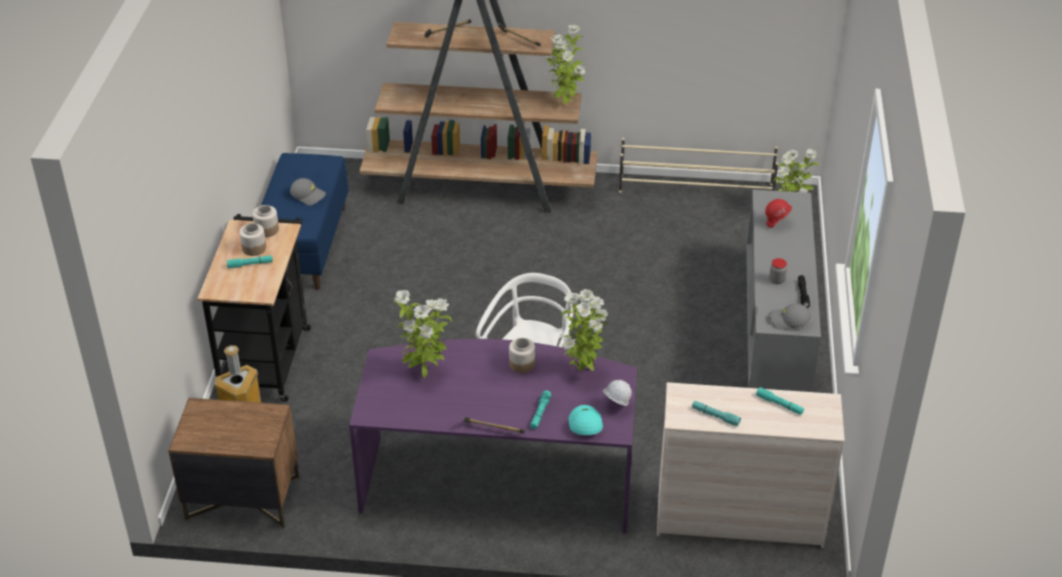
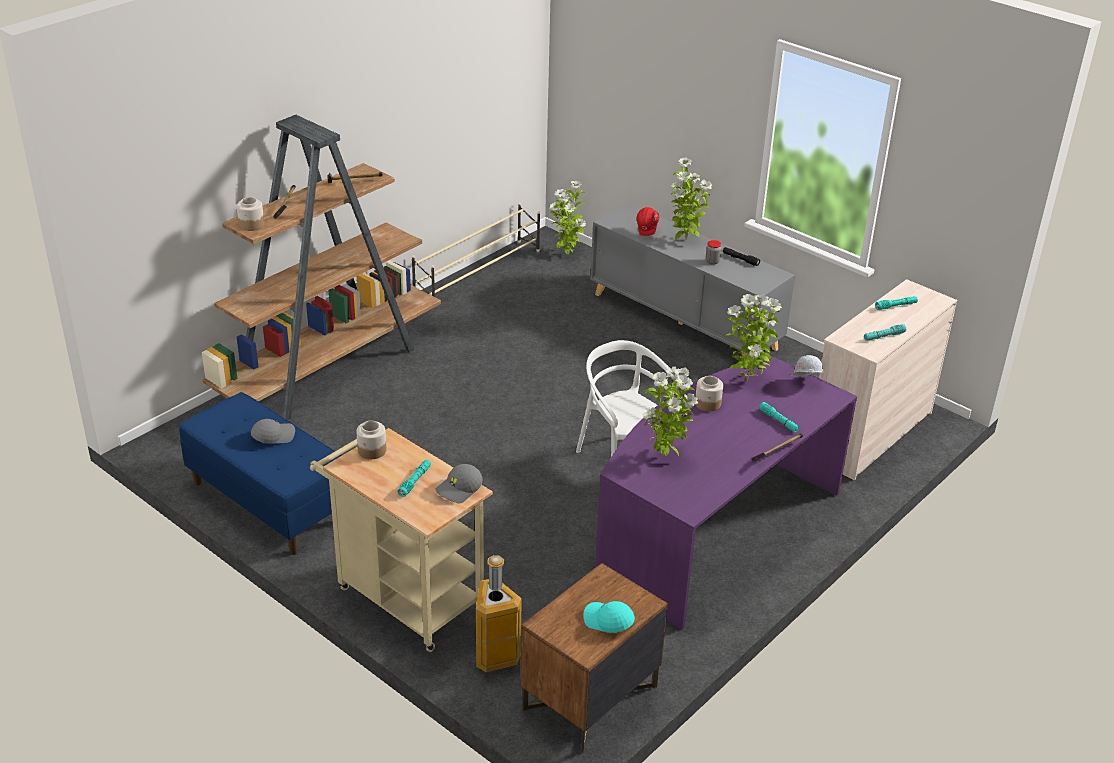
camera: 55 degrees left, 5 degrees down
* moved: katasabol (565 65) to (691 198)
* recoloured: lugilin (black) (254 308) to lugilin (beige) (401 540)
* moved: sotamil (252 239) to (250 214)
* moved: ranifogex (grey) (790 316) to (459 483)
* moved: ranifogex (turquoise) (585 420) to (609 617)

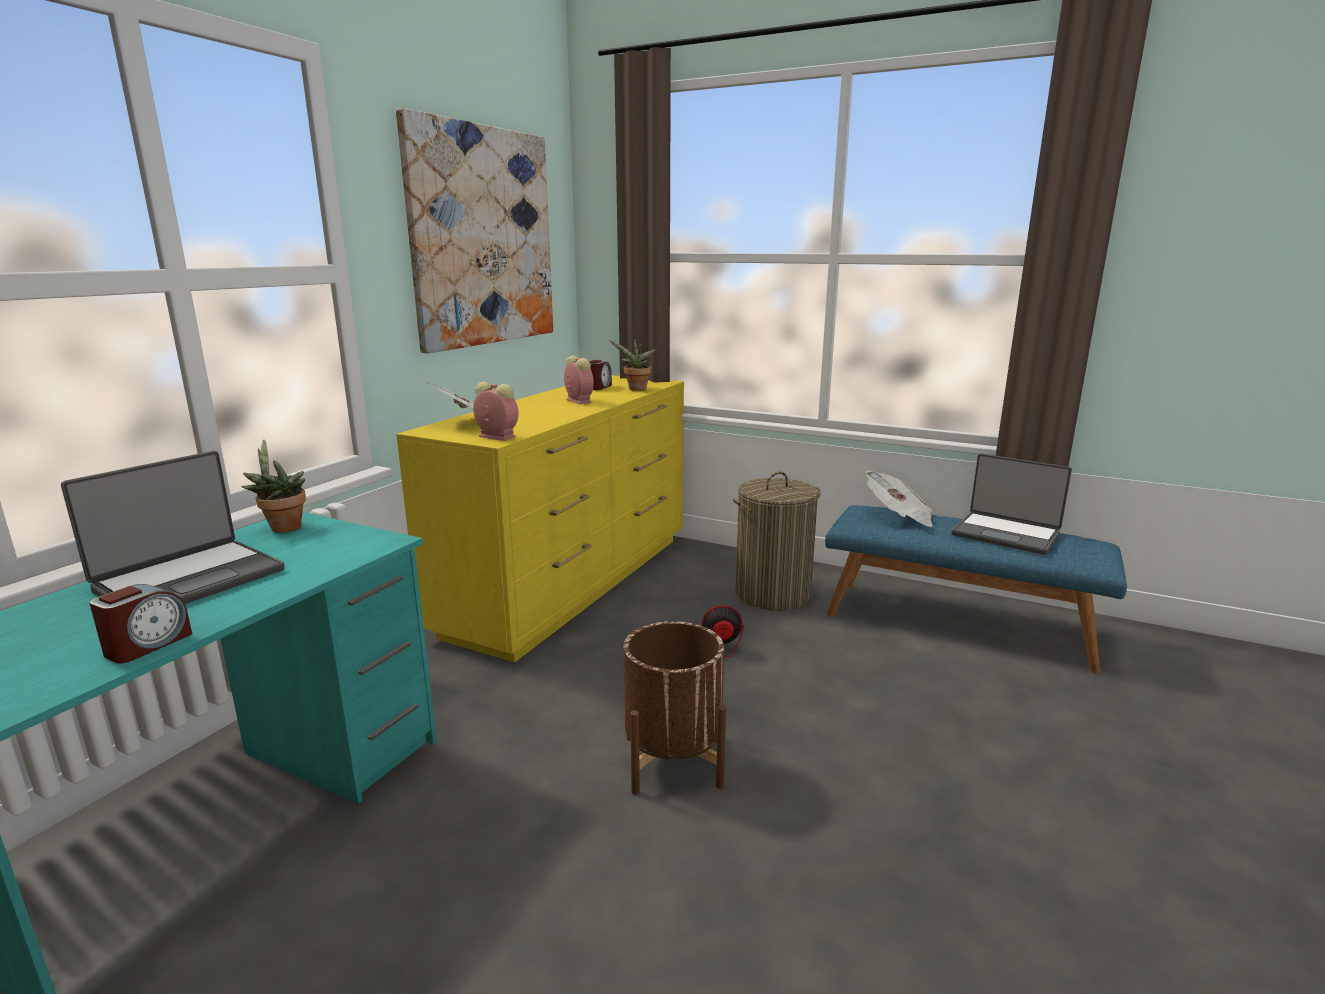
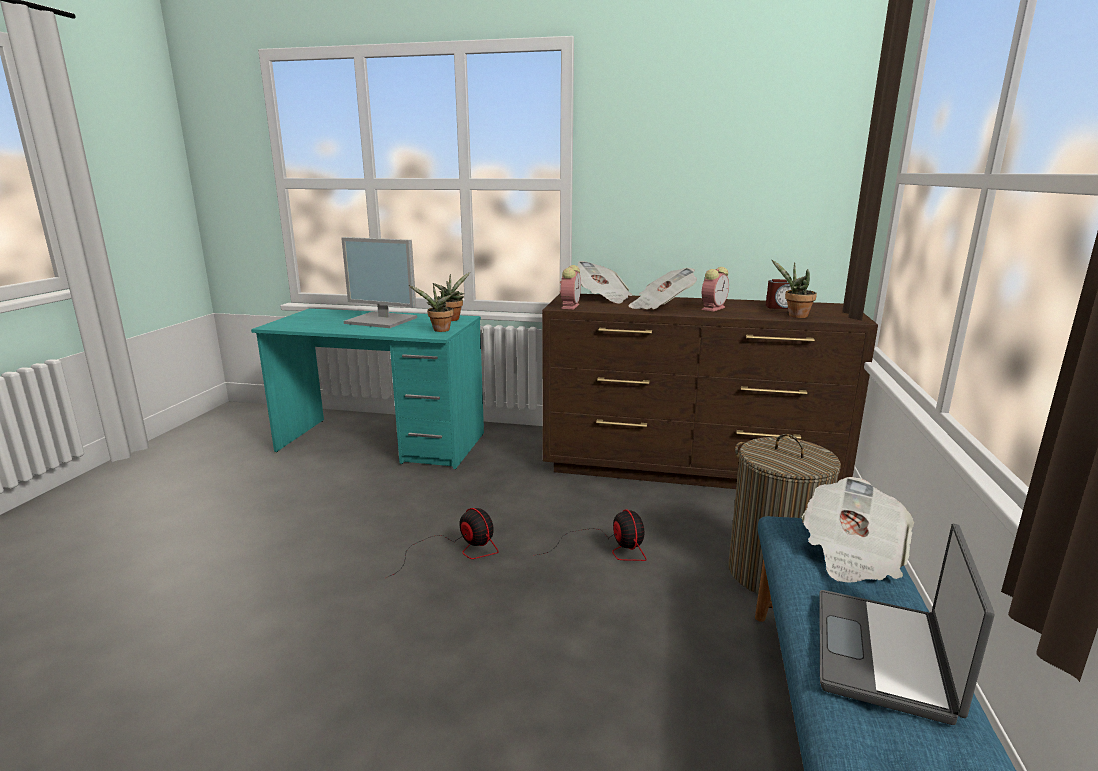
camera: 75 degrees right, 0 degrees up
* removed: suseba (474 230)
* recoloured: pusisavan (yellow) (540 518) to pusisavan (brown) (710 391)
* replaced: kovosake (172 527) to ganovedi (379 282)
* removed: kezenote (140 623)
* replaced: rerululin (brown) (674 708) to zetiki (442 543)
* added: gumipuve (663 288)
* added: katasabol (431 308)

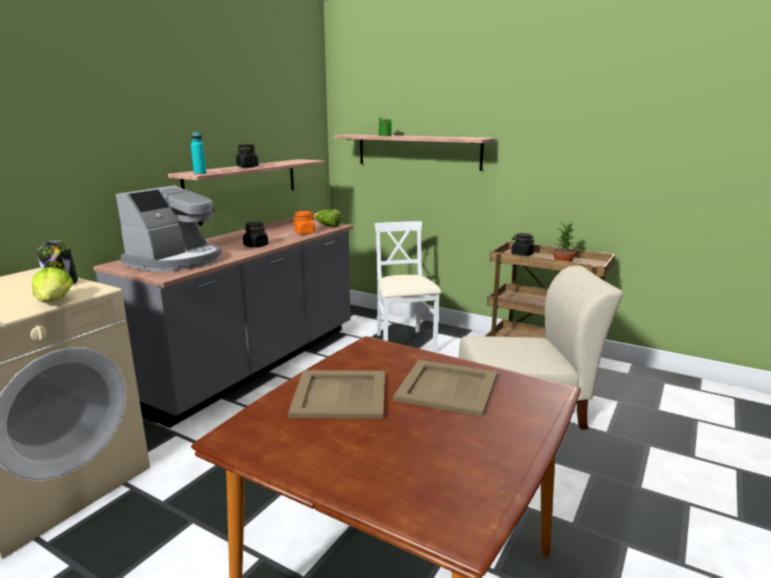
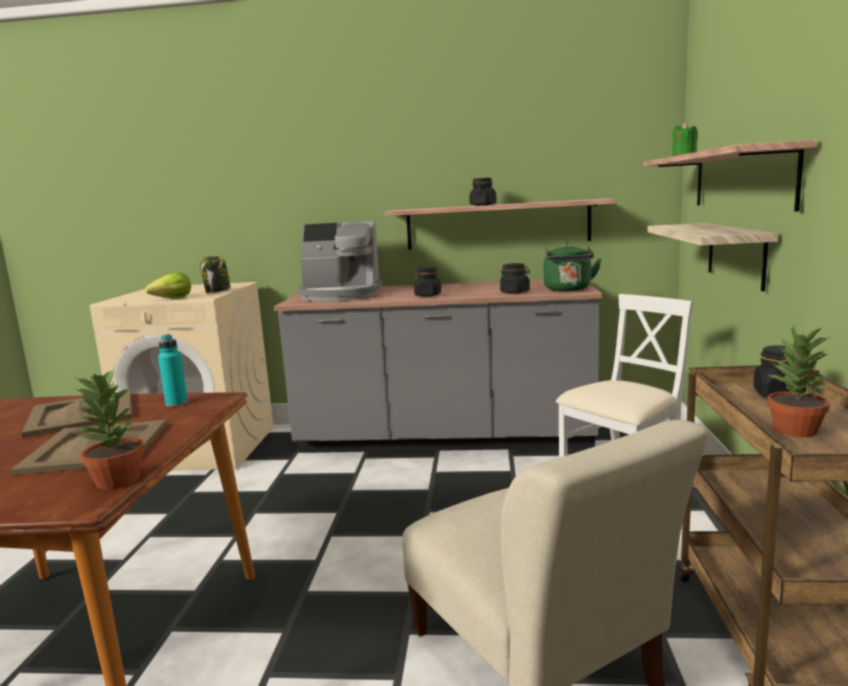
camera: 65 degrees right, 5 degrees down
* moved: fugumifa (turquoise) (198 153) to (173 370)
* replaced: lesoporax (327 218) to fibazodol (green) (572 267)
* recoloured: sotamil (orange) (304 222) to sotamil (black) (515 278)
* added: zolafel (713 257)
* added: katasabol (109 428)

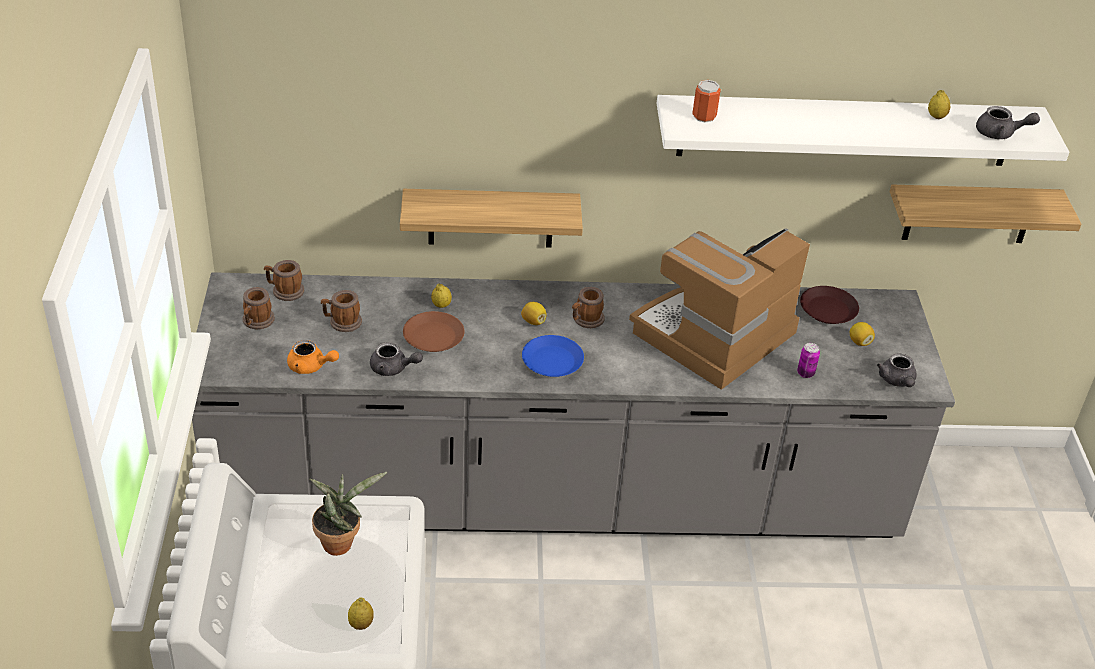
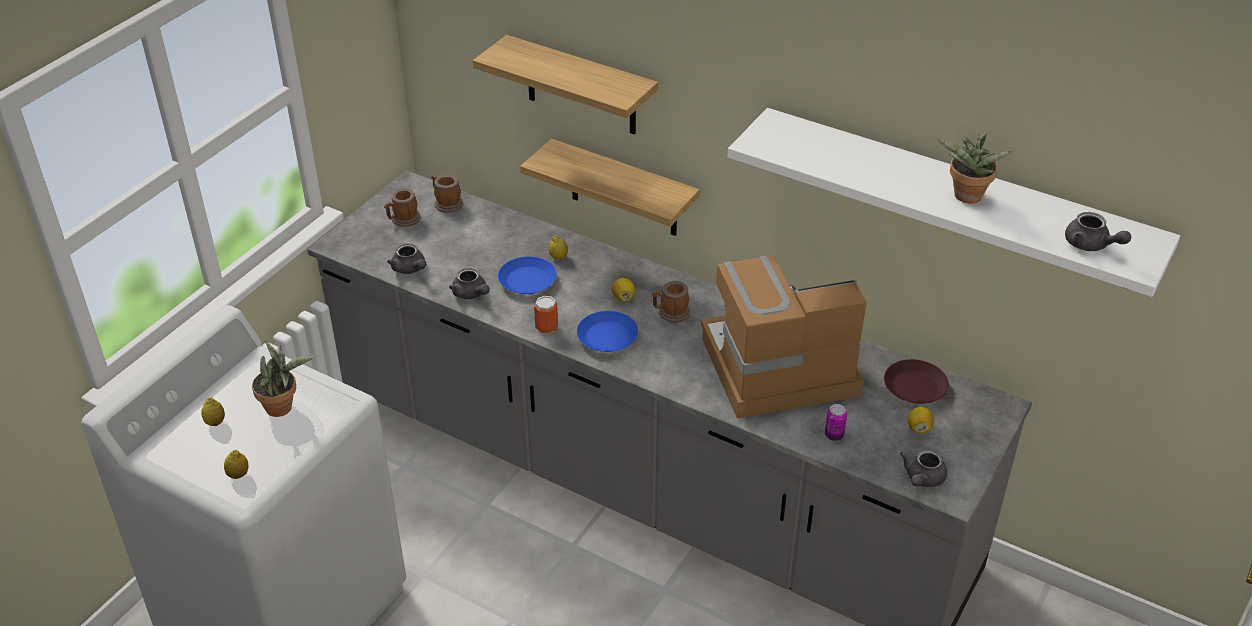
camera: 35 degrees right, 0 degrees up
* moved: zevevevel (706 101) to (546 315)
* moved: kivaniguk (939 104) to (213 411)
* moved: zolafel (985 214) to (565 85)
* removed: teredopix (341 311)
* recoloured: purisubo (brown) (433 331) to purisubo (blue) (527 275)
* recoloured: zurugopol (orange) (313 357) to zurugopol (grey) (406 258)
* added: katasabol (974 168)

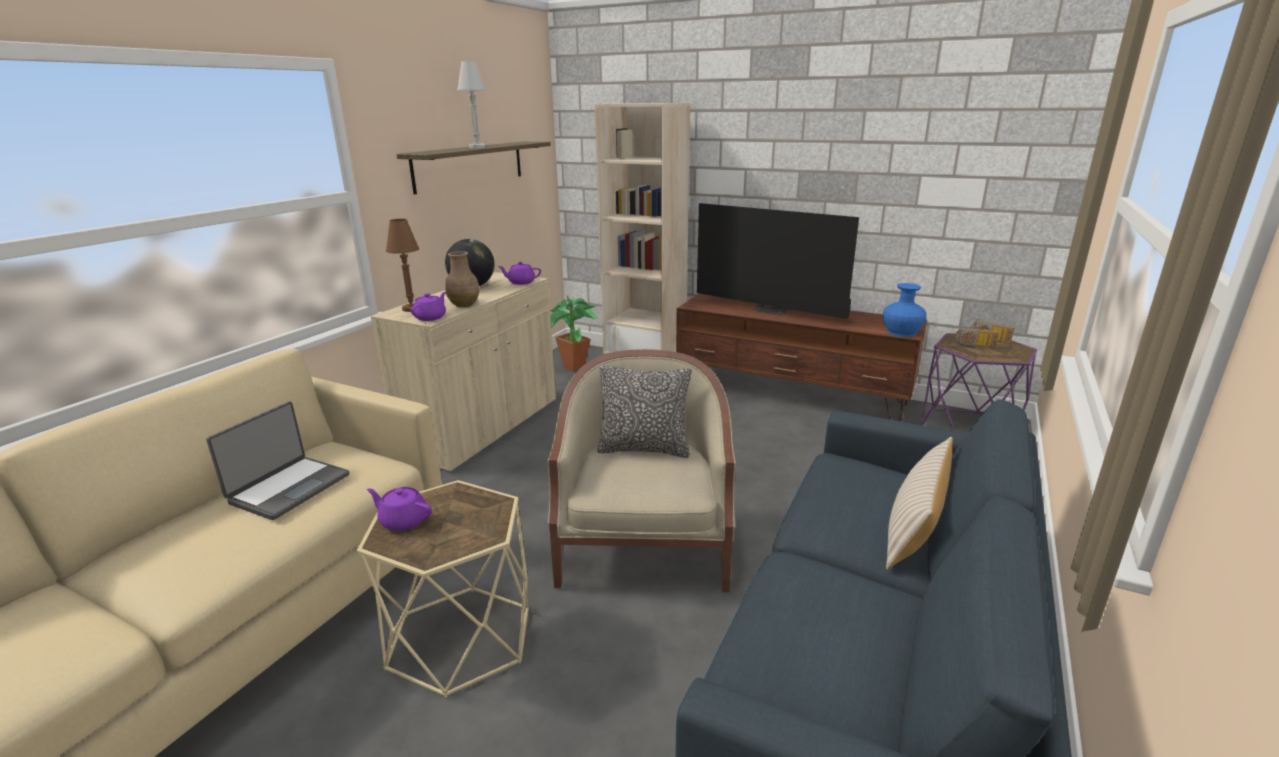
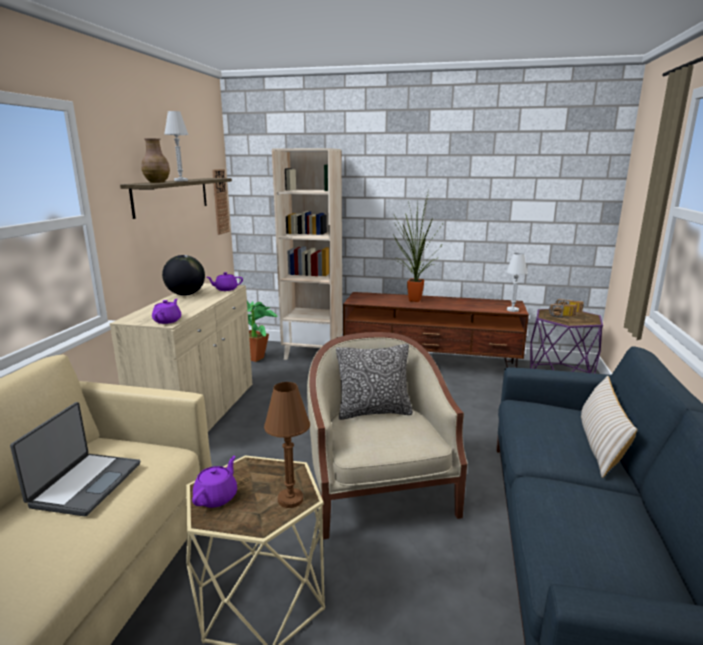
camera: 15 degrees left, 5 degrees down
* replaced: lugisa (778 261) to katasabol (418 247)
* moved: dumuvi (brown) (402 265) to (287 445)
* moved: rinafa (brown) (462 279) to (155 160)
* replaced: rinafa (blue) (905 310) to dumuvi (white) (516 282)
* turned: zurugopol (purple) (399 509) = (214 482) 105 degrees clockwise
* added: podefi (221 202)

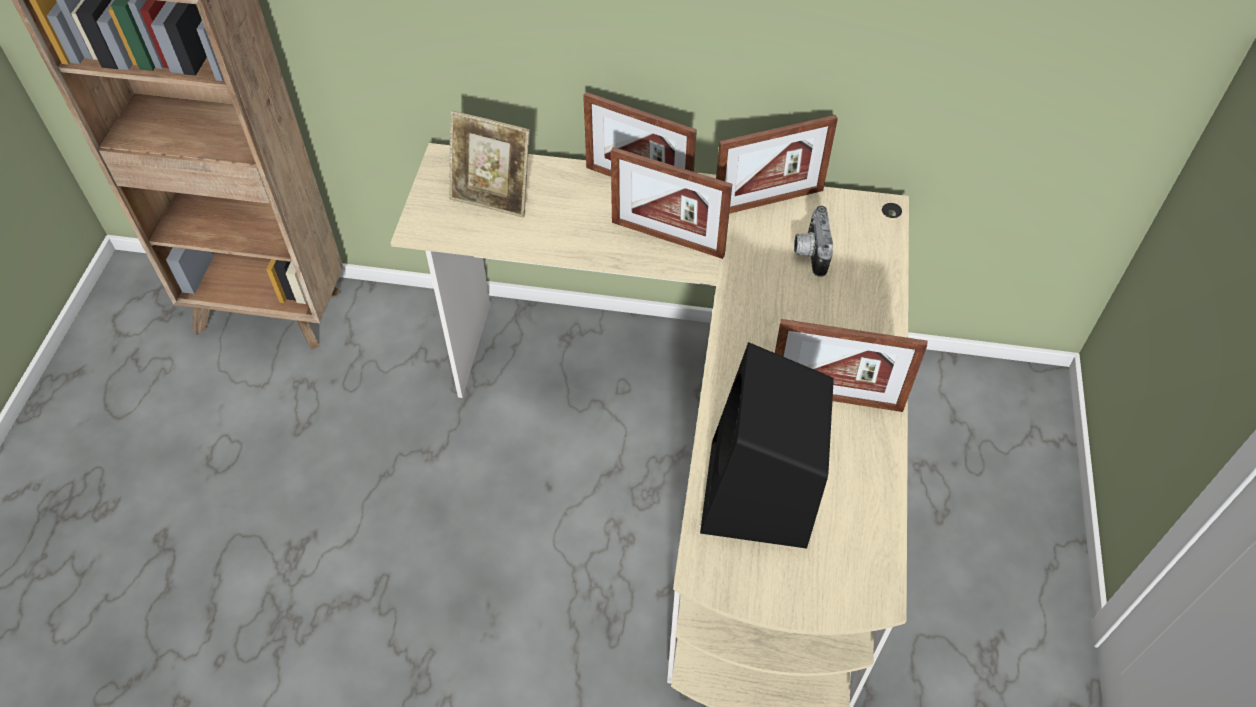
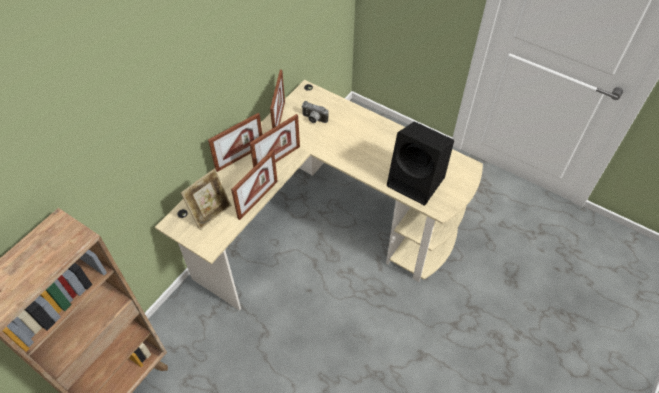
camera: 65 degrees left, 0 degrees up
* moved: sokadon (851 365) to (254 185)

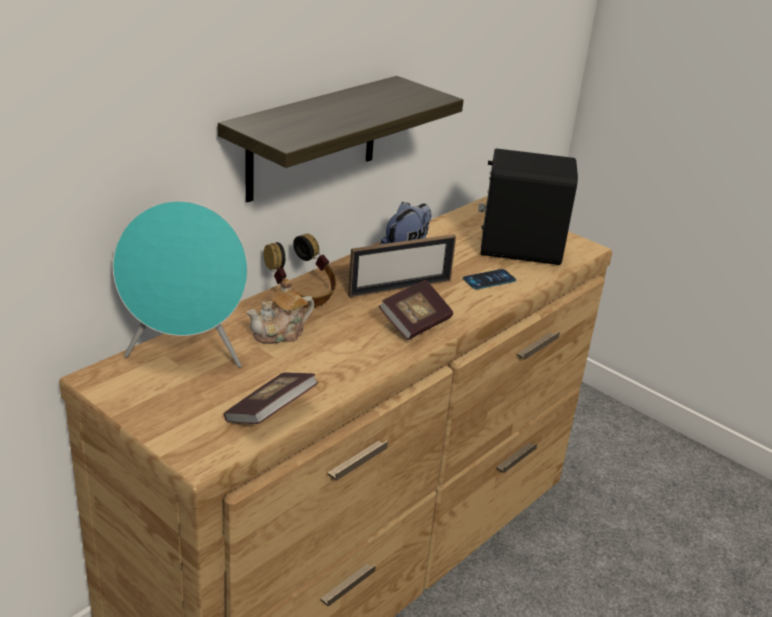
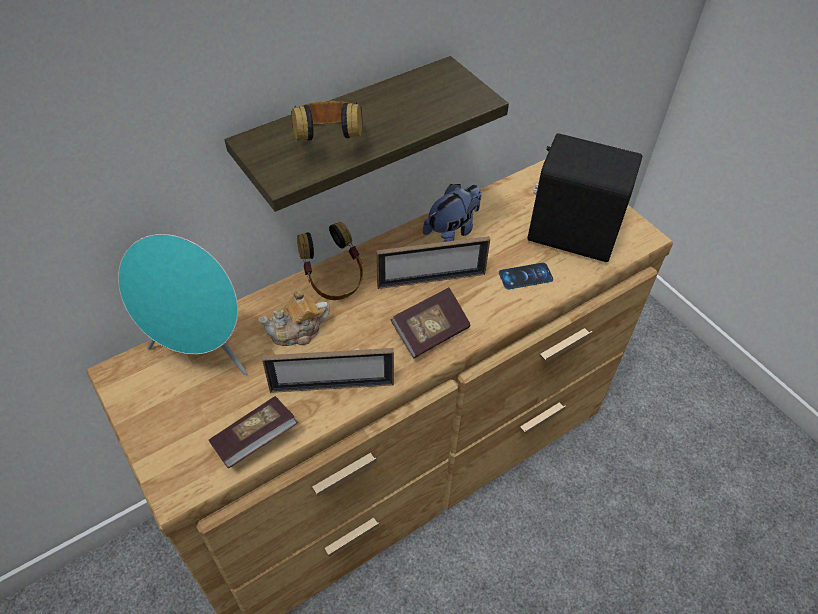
camera: 15 degrees right, 20 degrees up
* added: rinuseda (327 121)
* added: sokadon (328 370)

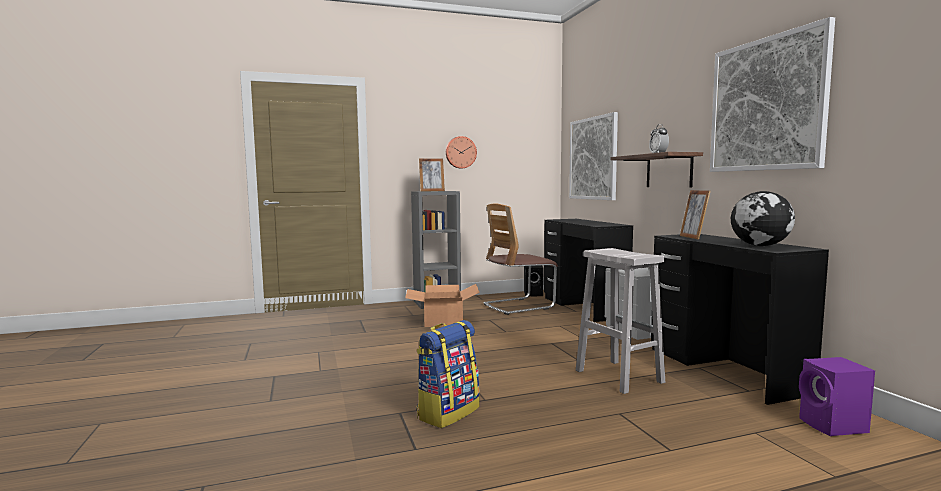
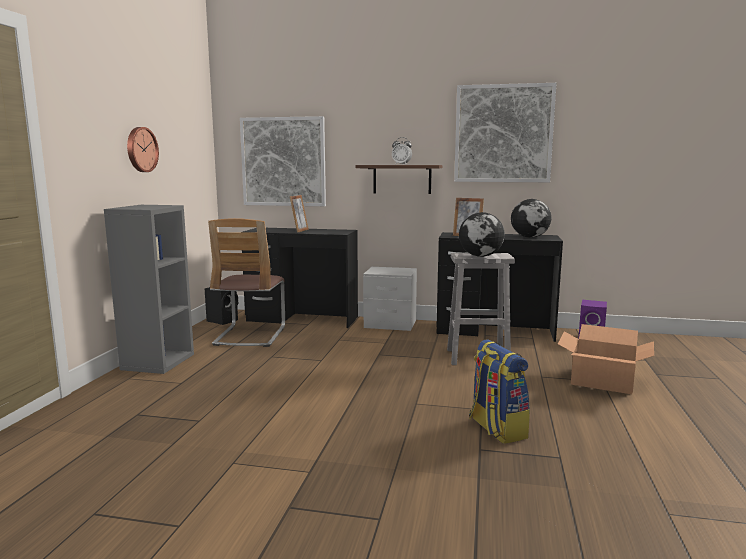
camera: 60 degrees left, 5 degrees up
* moved: sokadon (432 175) to (299 214)
* moved: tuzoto (442 305) to (606 359)
* added: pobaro (482 234)

